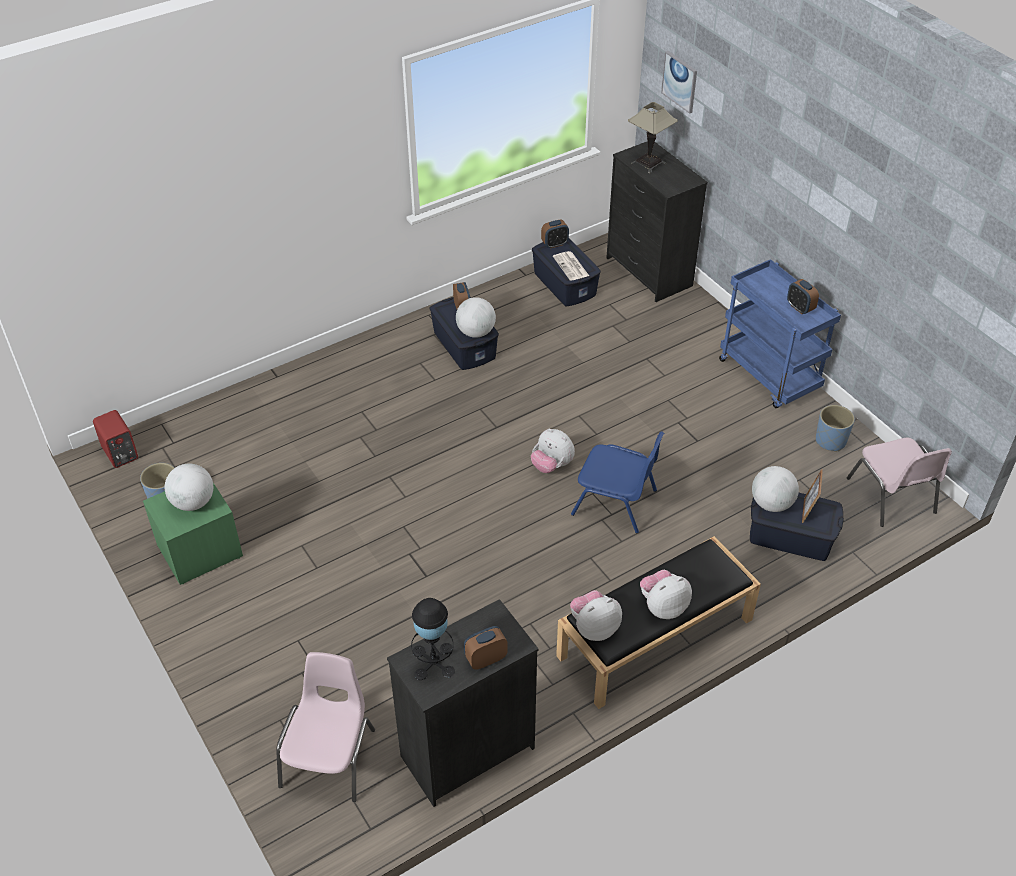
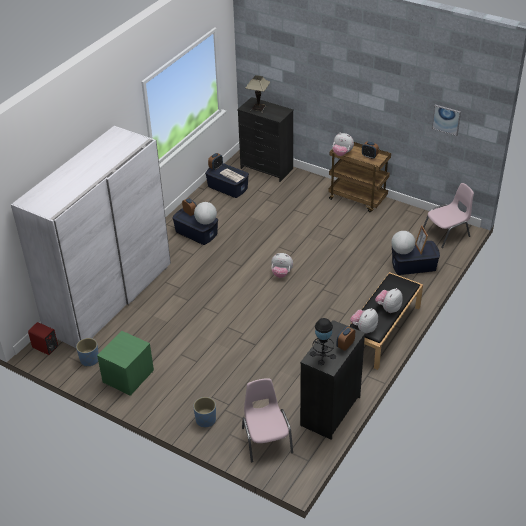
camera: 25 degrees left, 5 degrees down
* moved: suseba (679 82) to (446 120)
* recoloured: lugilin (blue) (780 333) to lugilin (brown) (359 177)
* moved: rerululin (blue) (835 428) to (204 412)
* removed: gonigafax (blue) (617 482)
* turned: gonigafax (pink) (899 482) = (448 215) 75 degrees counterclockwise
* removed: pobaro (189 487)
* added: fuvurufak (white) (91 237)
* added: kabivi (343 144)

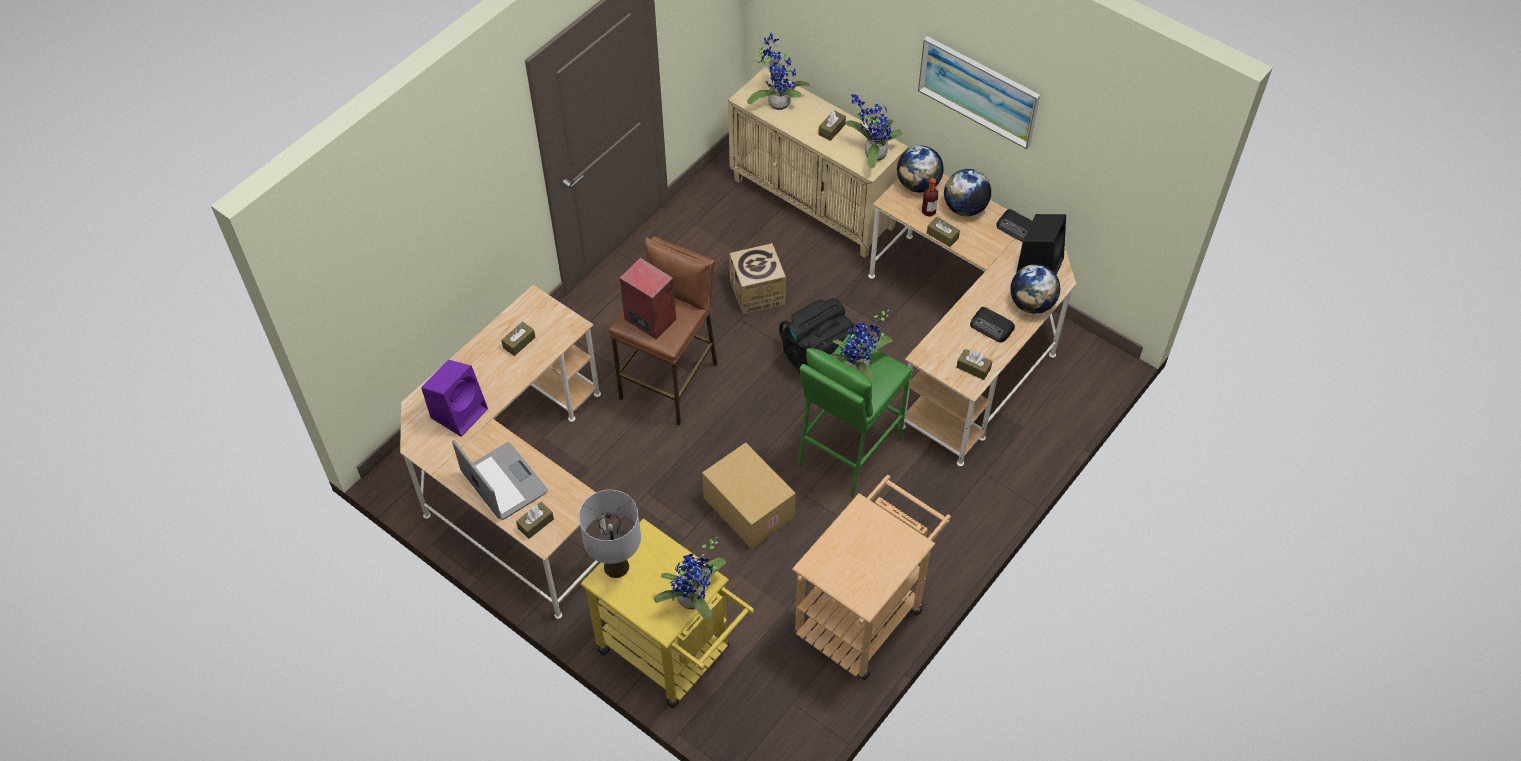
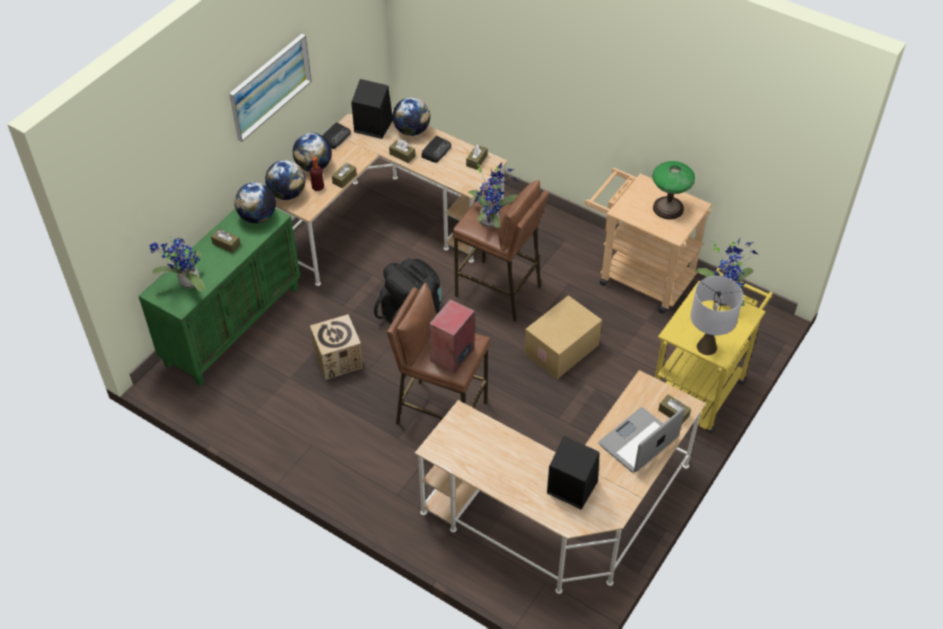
camera: 95 degrees left, 5 degrees down
* recoloured: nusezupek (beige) (818 162) to nusezupek (green) (219 297)
* replaced: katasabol (873 131) to pobaro (255 202)
* moved: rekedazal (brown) (518 339) to (402 151)
* recoloured: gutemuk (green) (855 415) to gutemuk (brown) (501 251)
* recoloured: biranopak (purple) (454 398) to biranopak (black) (573 473)
* added: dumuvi (673 190)

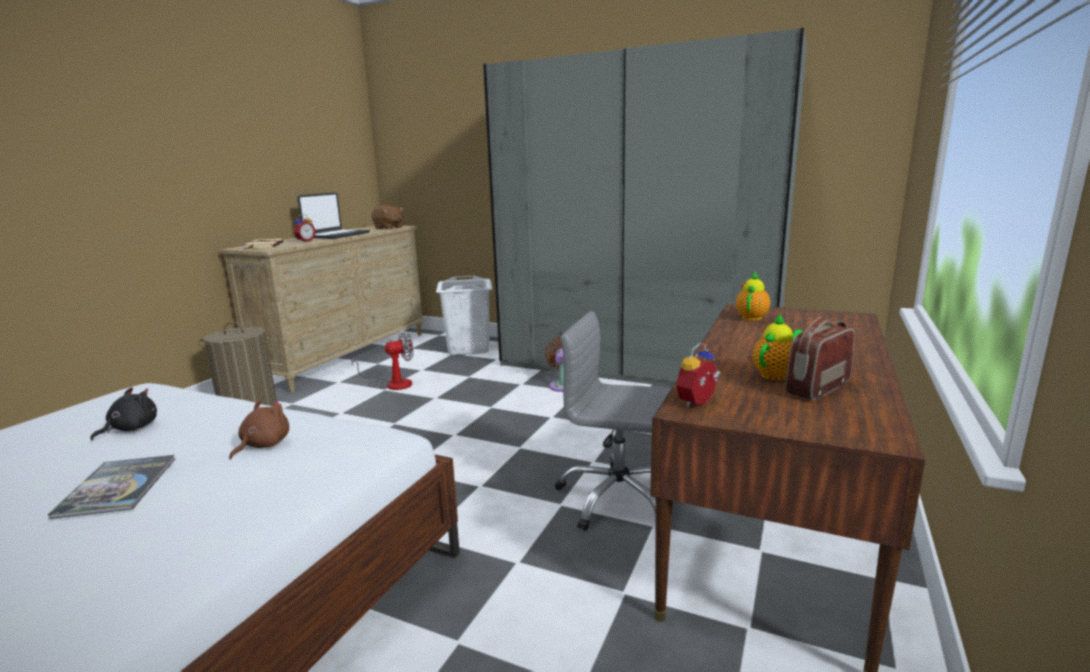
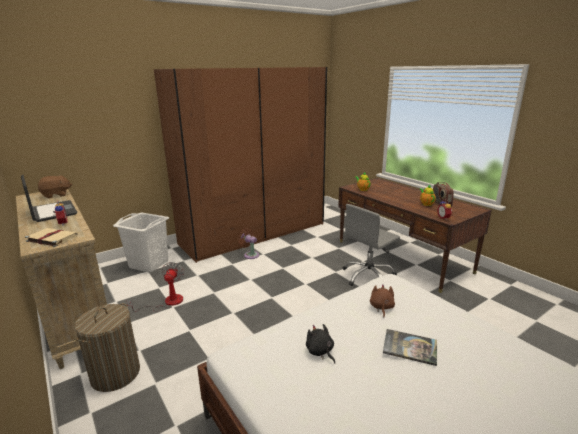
camera: 60 degrees left, 5 degrees up
* recoloured: fuvurufak (grey) (645 207) to fuvurufak (brown) (240 165)
* turned: kabivi (brown) (259 429) = (382 301) 45 degrees clockwise

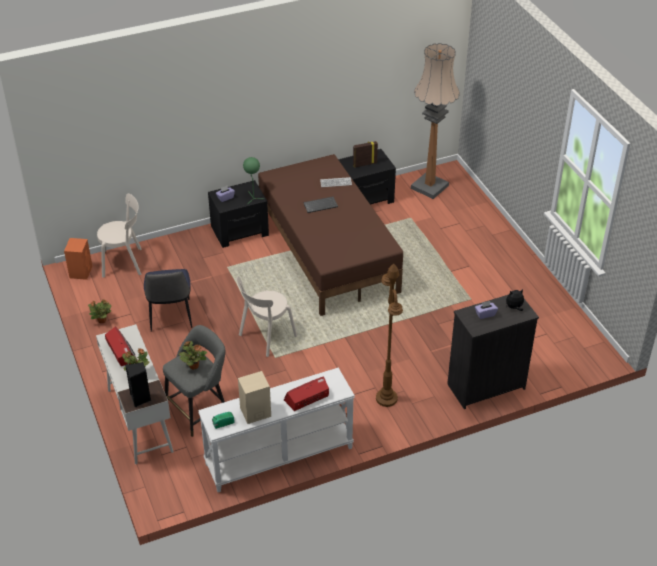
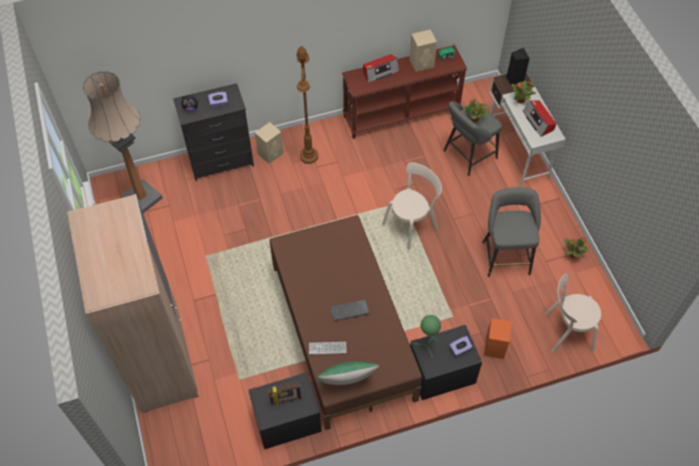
camera: 175 degrees left, 15 degrees up
* moved: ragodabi (435 121) to (123 142)
* moved: biranopak (orange) (78 259) to (498 338)
* replaced: gonigafax (168 300) to gutemuk (grey) (511 232)
* recoloured: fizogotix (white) (276 430) to fizogotix (brown) (404 92)
* added: biranopak (beige) (269 143)
* added: fuvurufak (beige) (132 303)
* added: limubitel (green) (347 373)

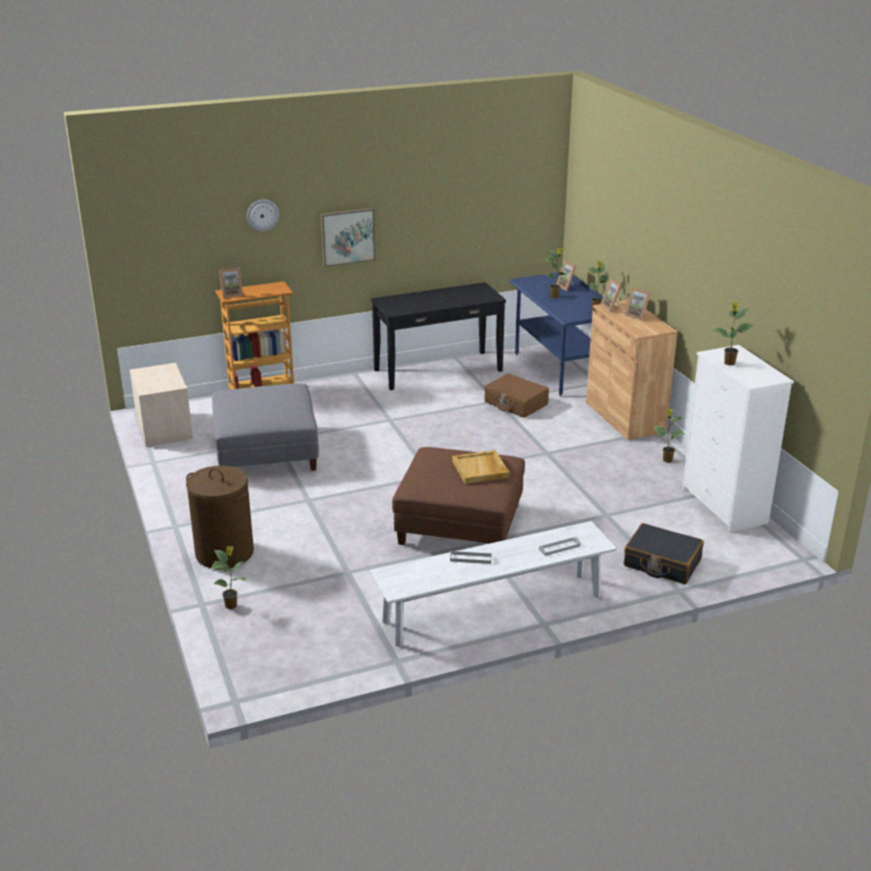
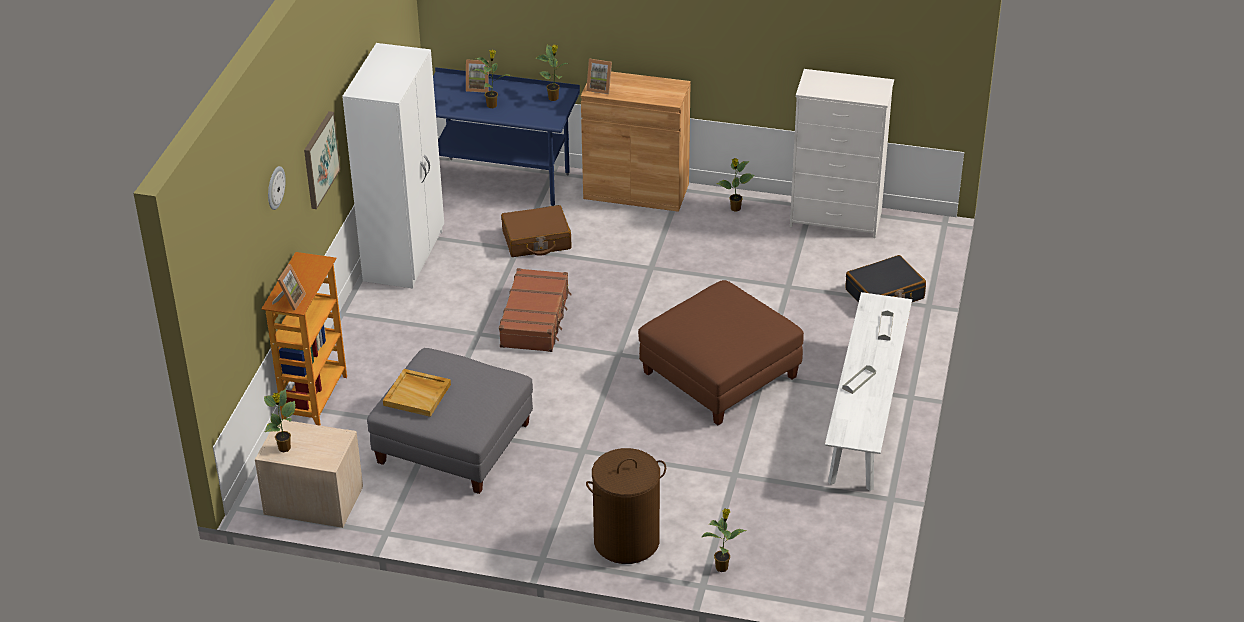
camera: 55 degrees left, 10 degrees up
* replaced: fizogotix (black) (438 336) to fuvurufak (white) (393 165)
* removed: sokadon (637 304)
* moved: katasabol (733 334) to (279 421)
* moved: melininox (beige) (480 467) to (417 393)
* added: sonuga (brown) (535 310)

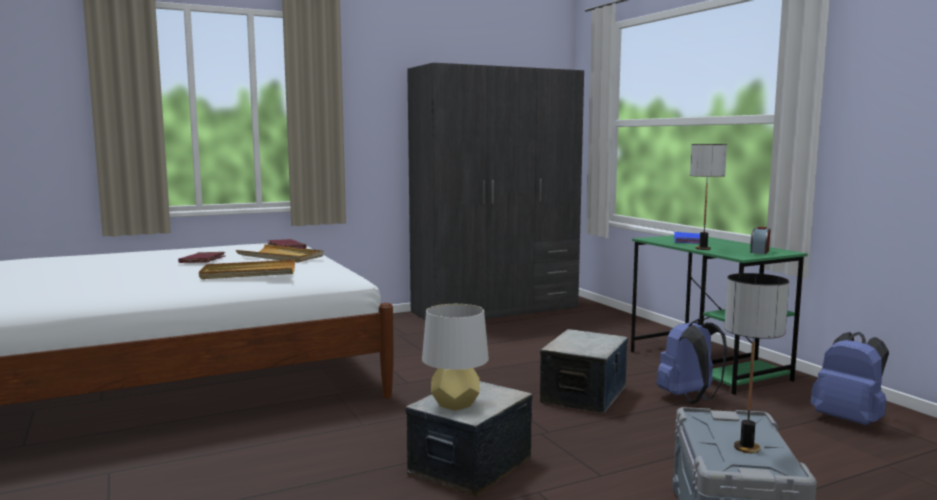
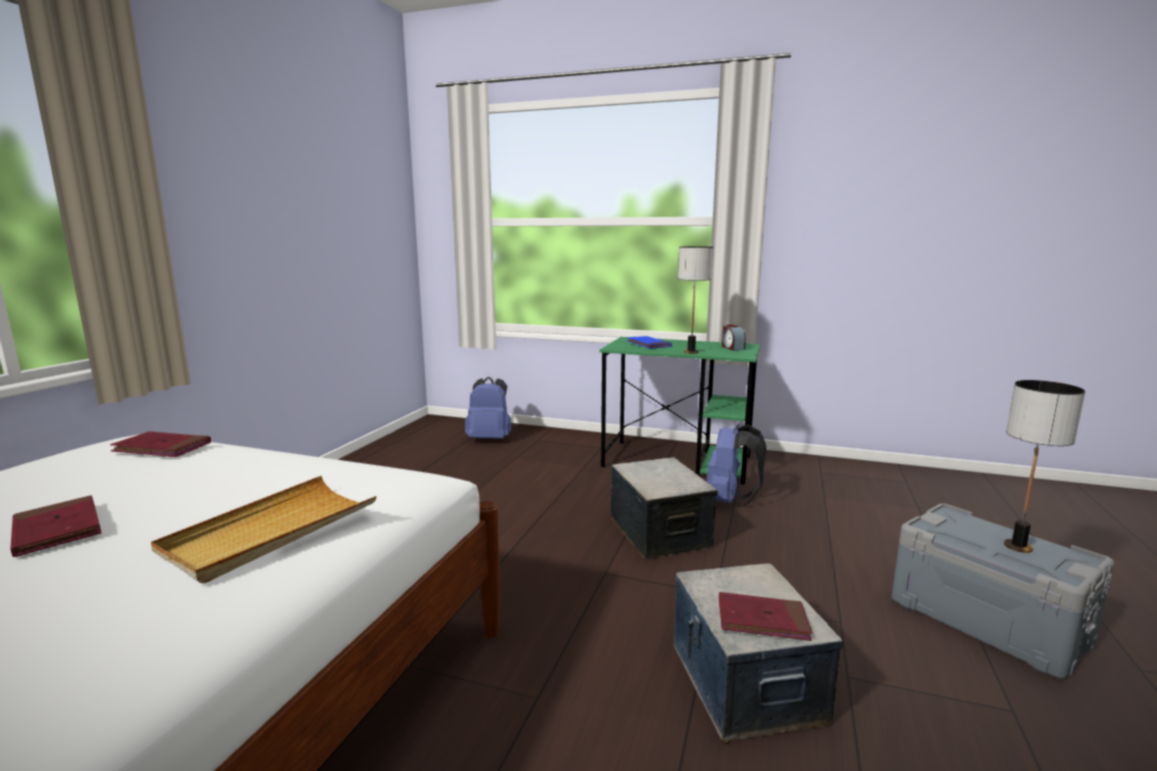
camera: 45 degrees left, 5 degrees up
* removed: fuvurufak (grey) (495 191)
* removed: melininox (beige) (279 253)
* replaced: dumuvi (grey) (455 357) to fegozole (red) (765 616)
* moved: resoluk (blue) (850 378) to (488 408)

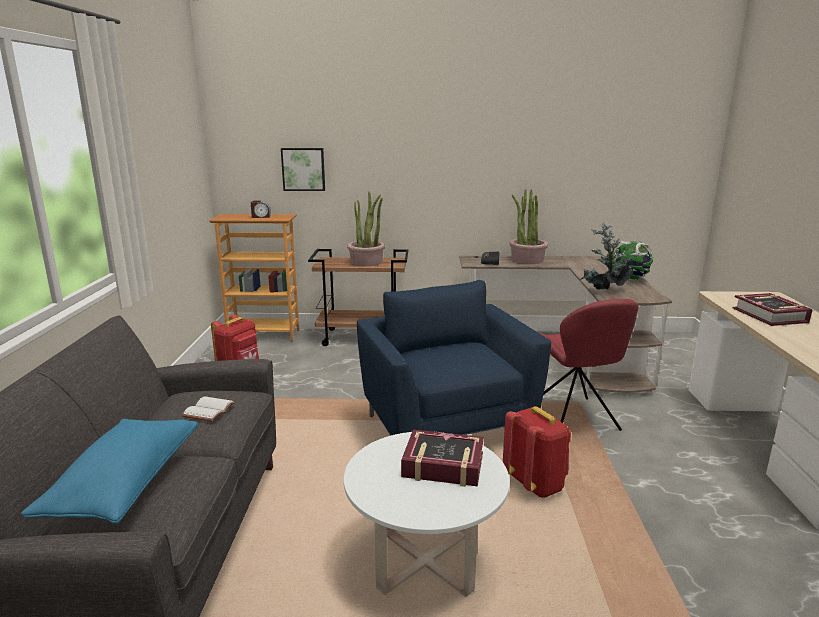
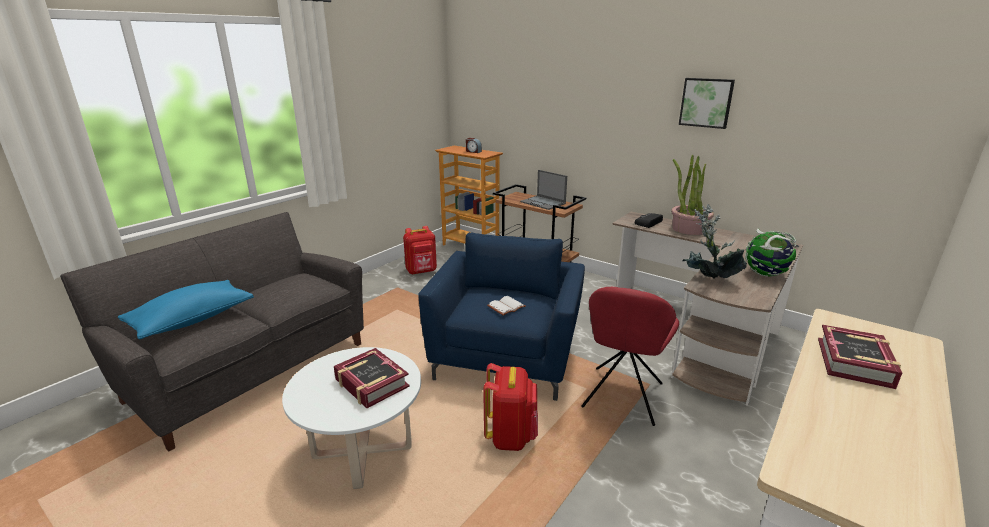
camera: 35 degrees right, 5 degrees up
* moved: suseba (303 169) to (707 103)
* replaced: katasabol (366 228) to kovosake (543 190)
* moved: fegozole (white) (208 409) to (506 306)

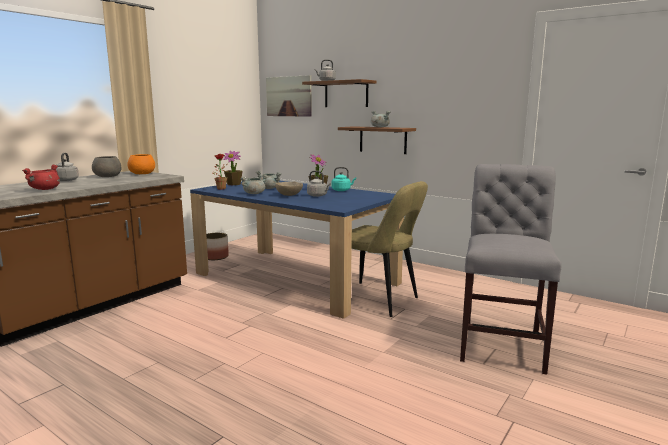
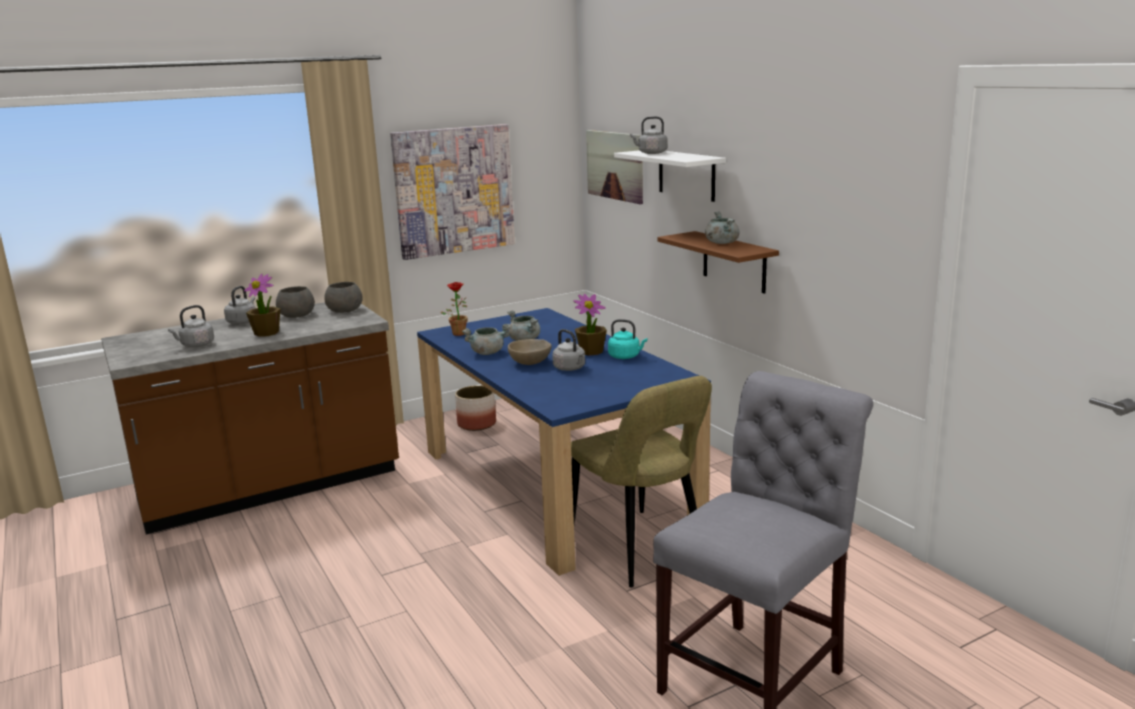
camera: 25 degrees right, 5 degrees up
* recoloured: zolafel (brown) (339 93) to zolafel (white) (670 176)
* moved: katasabol (233 168) to (262 305)
* recoloured: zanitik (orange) (141 164) to zanitik (grey) (343 297)
* replaced: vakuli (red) (41 177) to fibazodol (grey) (191 326)
* added: suseba (452 192)

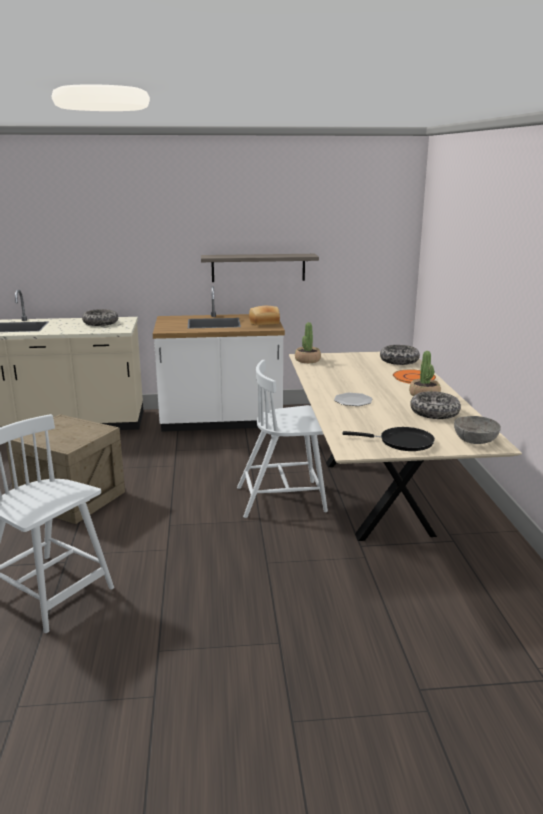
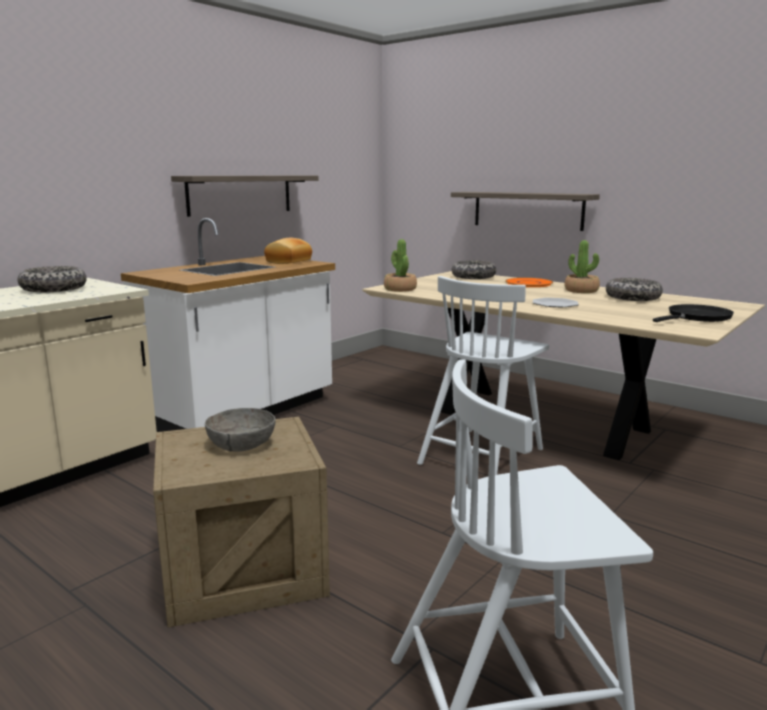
camera: 45 degrees left, 5 degrees down
* moved: zanitik (grey) (477 430) to (240 430)
* added: zolafel (525 211)

